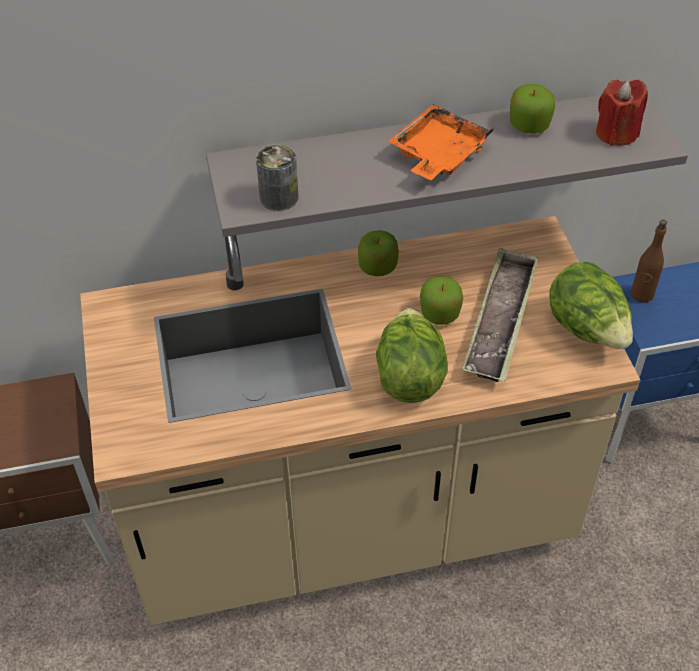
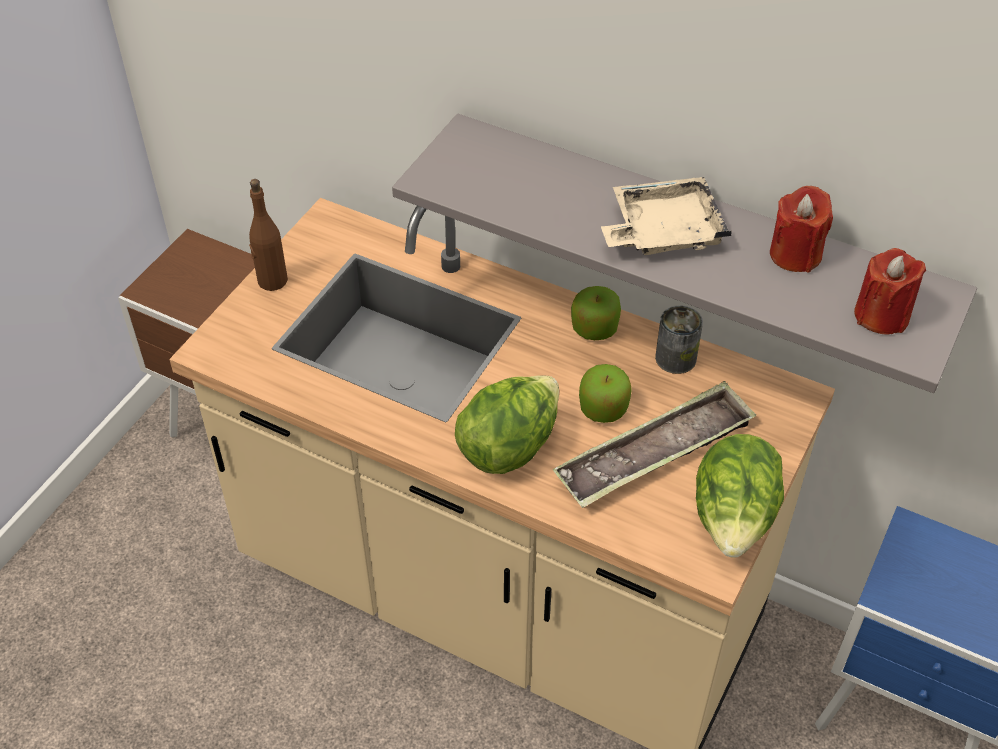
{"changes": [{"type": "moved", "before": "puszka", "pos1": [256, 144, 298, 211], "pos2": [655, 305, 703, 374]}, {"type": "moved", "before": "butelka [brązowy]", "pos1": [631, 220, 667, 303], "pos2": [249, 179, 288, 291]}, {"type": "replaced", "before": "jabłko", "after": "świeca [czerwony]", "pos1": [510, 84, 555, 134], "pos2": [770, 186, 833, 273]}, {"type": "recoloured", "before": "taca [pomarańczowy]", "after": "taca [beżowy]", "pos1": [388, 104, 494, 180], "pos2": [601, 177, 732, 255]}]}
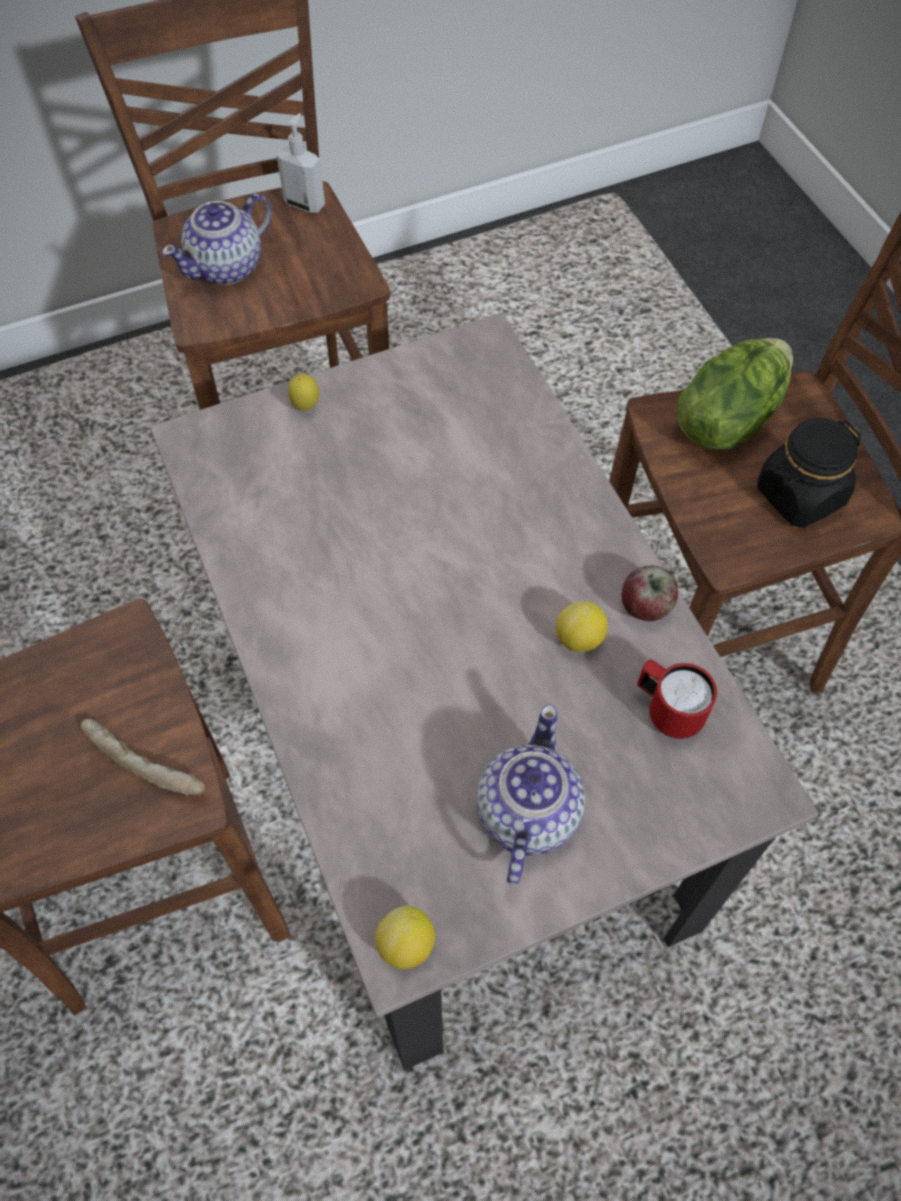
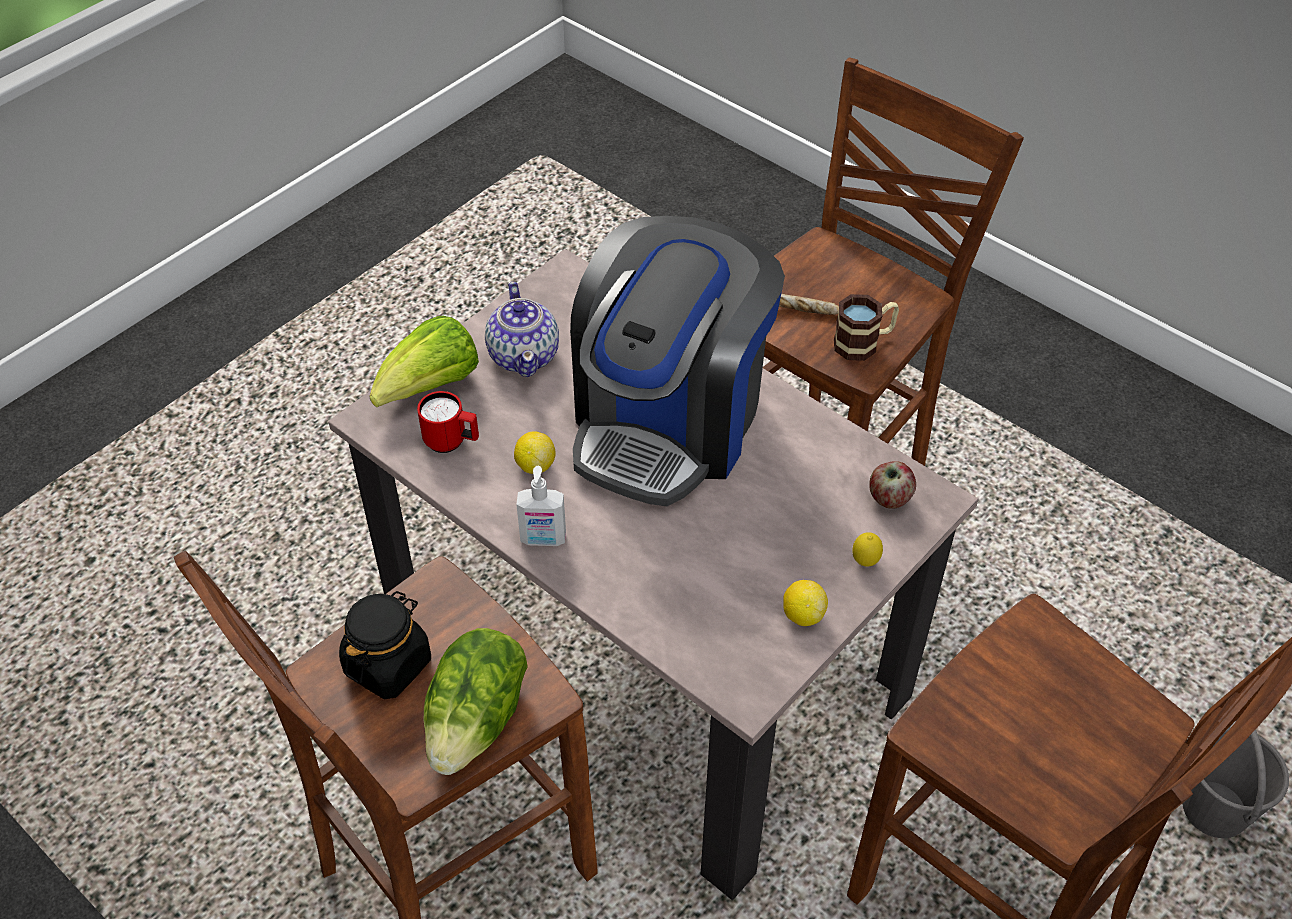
{"changes": [{"type": "removed", "before": "imbryk", "pos1": [162, 193, 272, 285]}, {"type": "added", "after": "sałata", "pos2": [370, 316, 479, 407]}, {"type": "added", "after": "ekspres do kawy", "pos2": [570, 216, 785, 506]}, {"type": "added", "after": "kubek", "pos2": [834, 294, 899, 361]}, {"type": "added", "after": "wiadro [szary]", "pos2": [1182, 719, 1289, 838]}, {"type": "moved", "before": "dozownik mydła", "pos1": [277, 113, 325, 213], "pos2": [516, 466, 566, 546]}, {"type": "moved", "before": "cytryna", "pos1": [375, 906, 435, 969], "pos2": [783, 580, 828, 626]}, {"type": "moved", "before": "jabłko", "pos1": [622, 566, 678, 621], "pos2": [869, 461, 916, 509]}]}
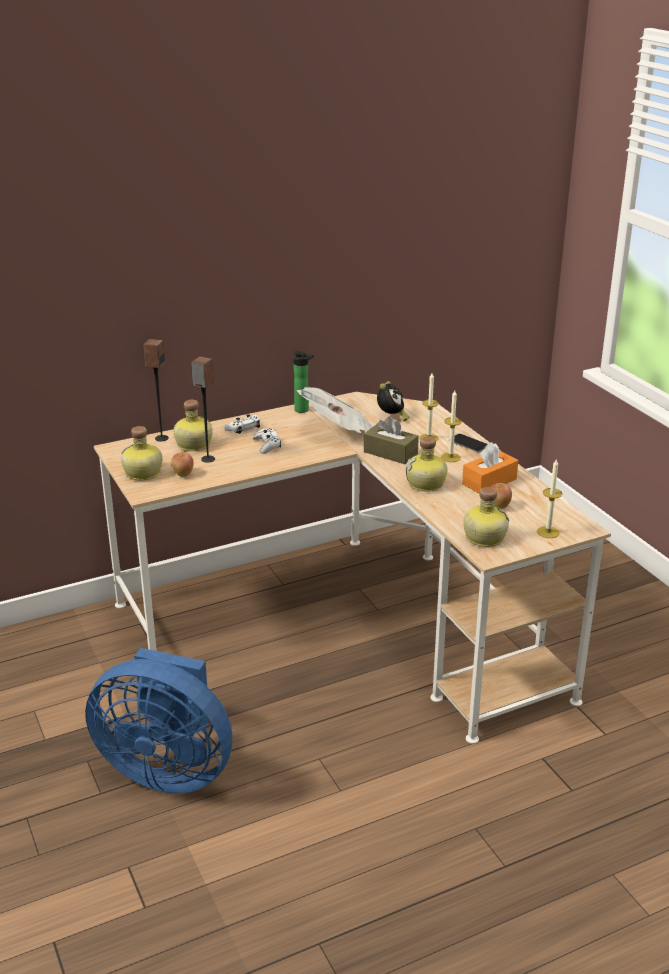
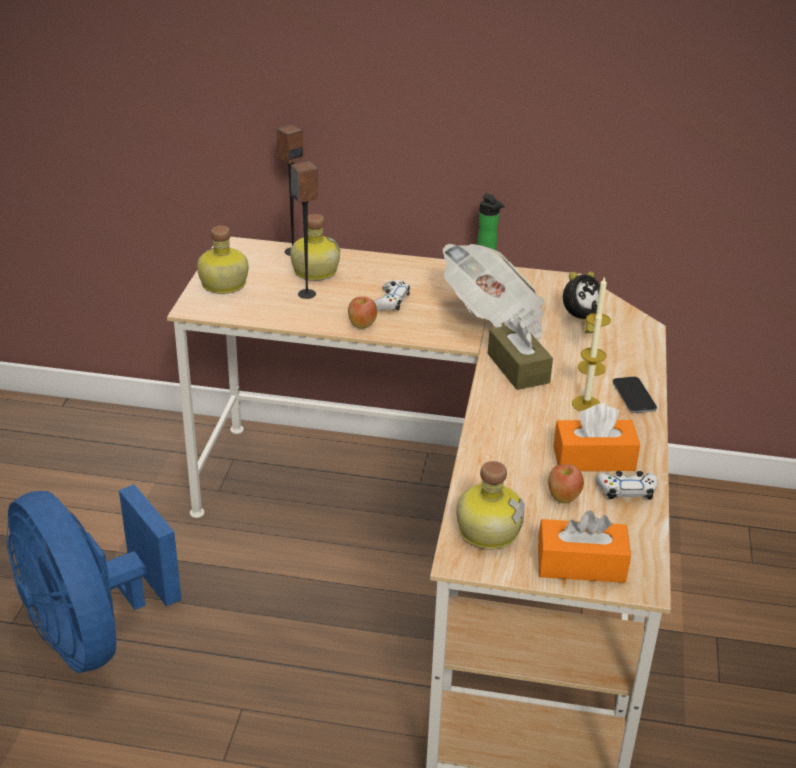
{"changes": [{"type": "removed", "before": "butelka", "pos1": [406, 436, 447, 492]}, {"type": "moved", "before": "jabłko", "pos1": [171, 452, 194, 477], "pos2": [348, 297, 377, 329]}, {"type": "moved", "before": "pad do gier [biały]", "pos1": [224, 414, 260, 434], "pos2": [595, 471, 658, 500]}, {"type": "replaced", "before": "świeca", "after": "pudełko chusteczek [pomarańczowy]", "pos1": [537, 458, 562, 538], "pos2": [538, 511, 631, 583]}]}
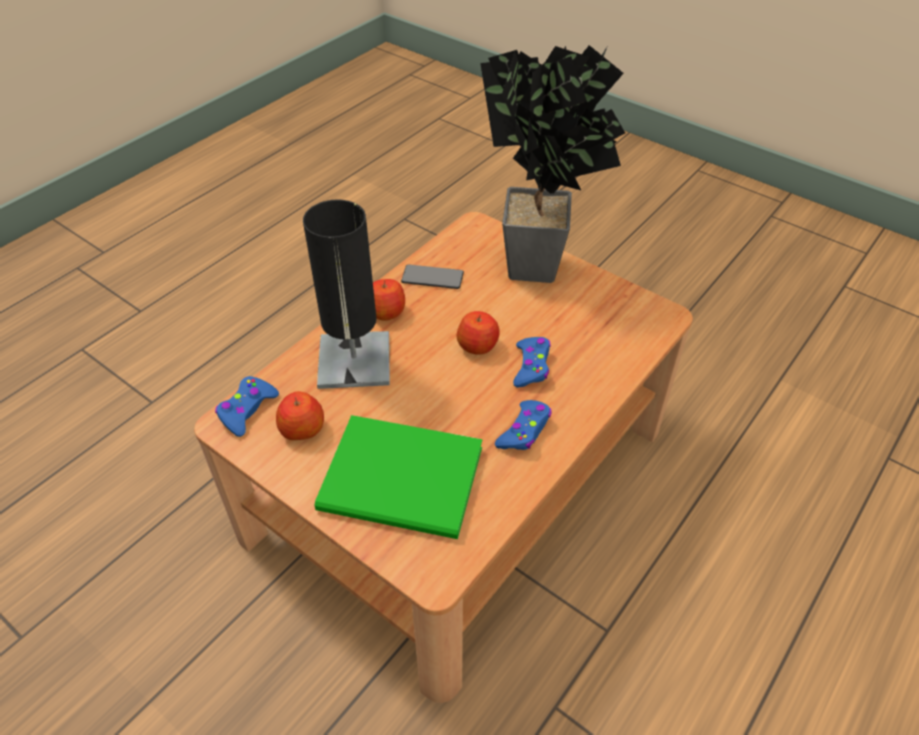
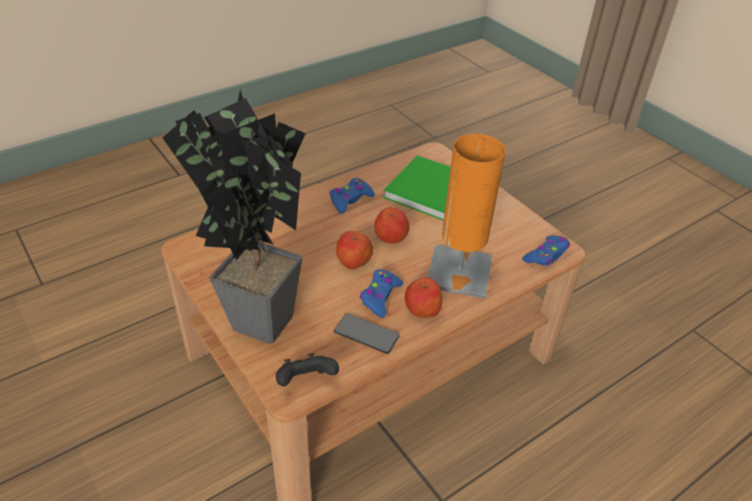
{"changes": [{"type": "added", "after": "pad do gier [czarny]", "pos2": [276, 353, 339, 386]}, {"type": "moved", "before": "jabłko", "pos1": [276, 391, 324, 440], "pos2": [374, 207, 410, 243]}, {"type": "moved", "before": "pad do gier [niebieski]", "pos1": [513, 337, 551, 387], "pos2": [360, 269, 403, 318]}, {"type": "recoloured", "before": "lampa stołowa [czarny]", "after": "lampa stołowa [pomarańczowy]", "pos1": [303, 200, 390, 389], "pos2": [427, 134, 506, 298]}]}
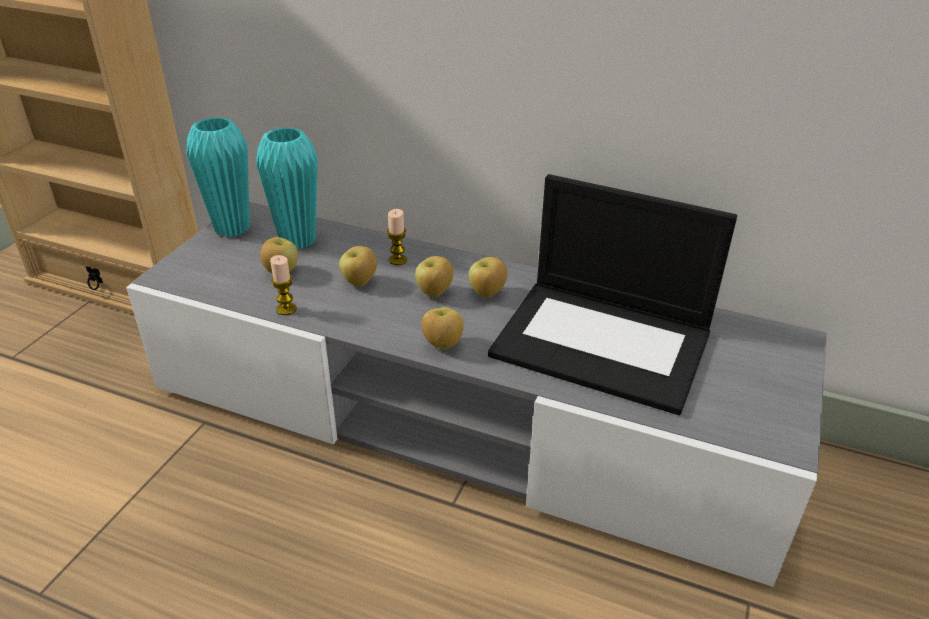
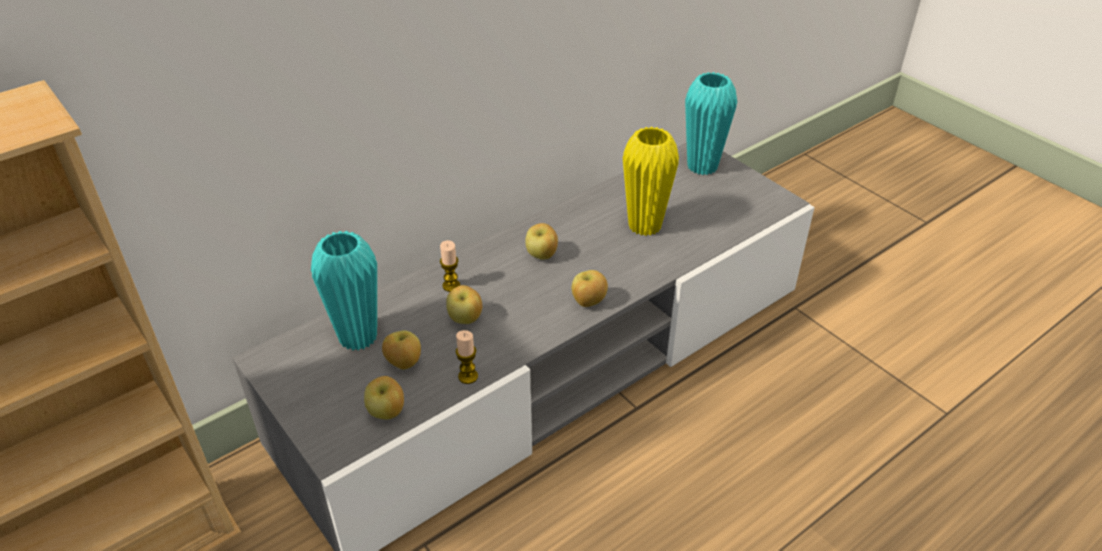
{"changes": [{"type": "moved", "before": "wazon [turkusowy]", "pos1": [187, 117, 250, 237], "pos2": [685, 72, 737, 175]}, {"type": "moved", "before": "jabłko", "pos1": [415, 256, 454, 297], "pos2": [364, 376, 404, 420]}, {"type": "replaced", "before": "laptop", "after": "wazon [żółty]", "pos1": [488, 174, 737, 415], "pos2": [623, 127, 679, 236]}]}
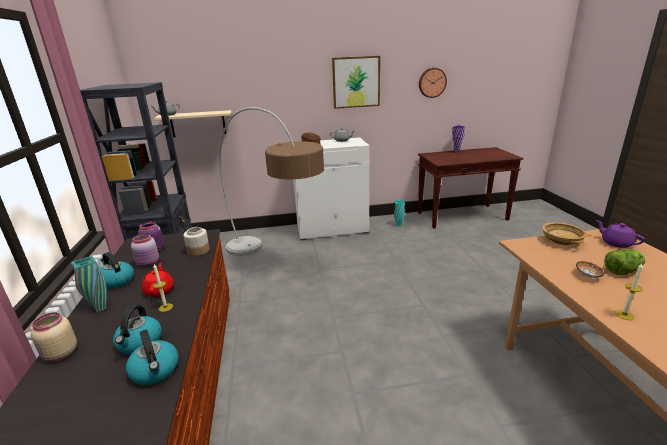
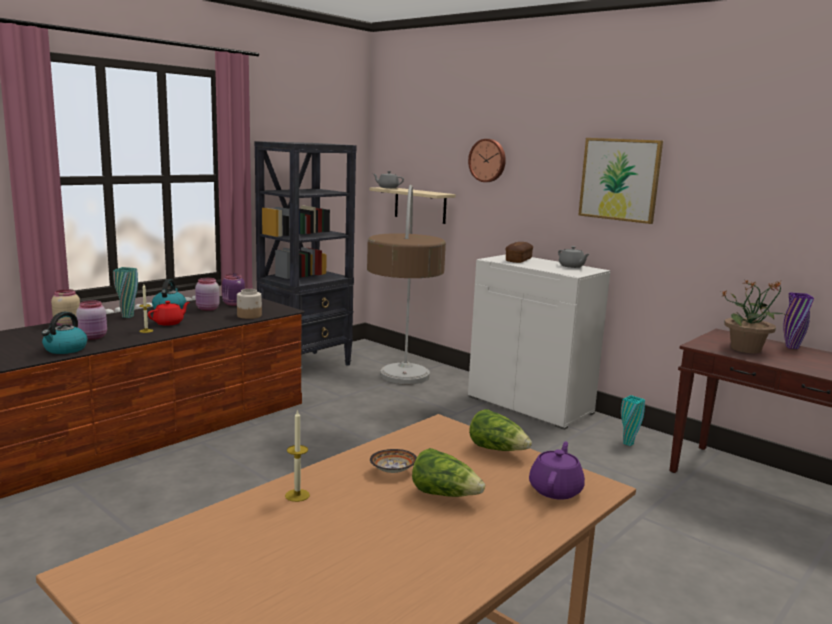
{"changes": [{"type": "added", "after": "roślina doniczkowa", "pos2": [721, 280, 787, 353]}, {"type": "moved", "before": "zegar ścienny", "pos1": [419, 68, 447, 98], "pos2": [468, 139, 506, 182]}, {"type": "replaced", "before": "czajnik", "after": "słoik [różowy]", "pos1": [113, 305, 162, 355], "pos2": [76, 300, 107, 340]}, {"type": "replaced", "before": "miska [beżowy]", "after": "sałata", "pos1": [542, 222, 586, 245], "pos2": [469, 409, 532, 451]}]}
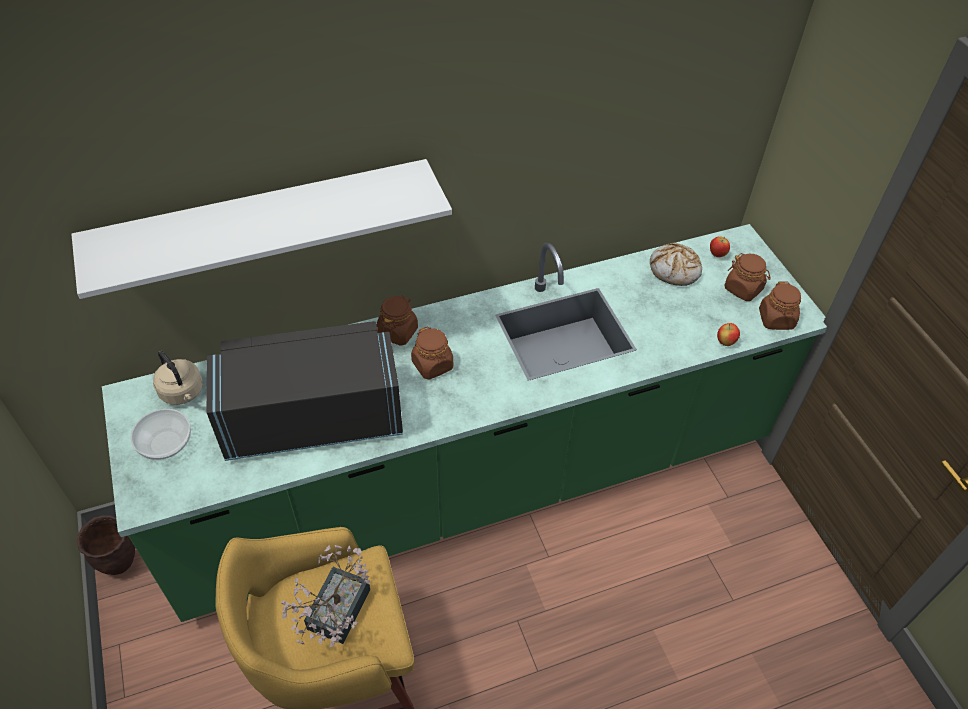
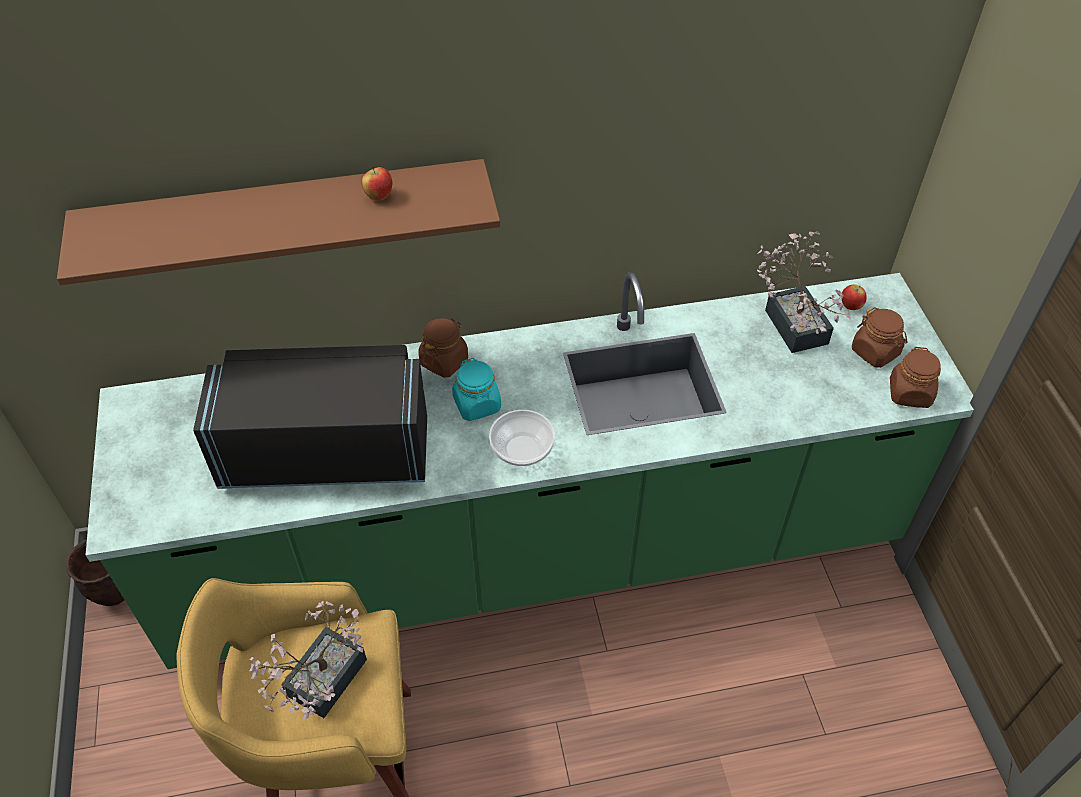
{"changes": [{"type": "removed", "before": "czajnik [beżowy]", "pos1": [153, 351, 203, 405]}, {"type": "moved", "before": "miska", "pos1": [130, 409, 191, 460], "pos2": [489, 410, 555, 466]}, {"type": "moved", "before": "jabłko", "pos1": [717, 323, 740, 346], "pos2": [362, 166, 392, 201]}, {"type": "replaced", "before": "chleb", "after": "roślina doniczkowa", "pos1": [650, 243, 702, 286], "pos2": [757, 232, 851, 353]}, {"type": "recoloured", "before": "półka [biały]", "after": "półka [brązowy]", "pos1": [71, 159, 452, 299], "pos2": [57, 159, 500, 285]}, {"type": "recoloured", "before": "słoik [brązowy]", "after": "słoik [turkusowy]", "pos1": [411, 326, 454, 379], "pos2": [452, 358, 501, 421]}]}
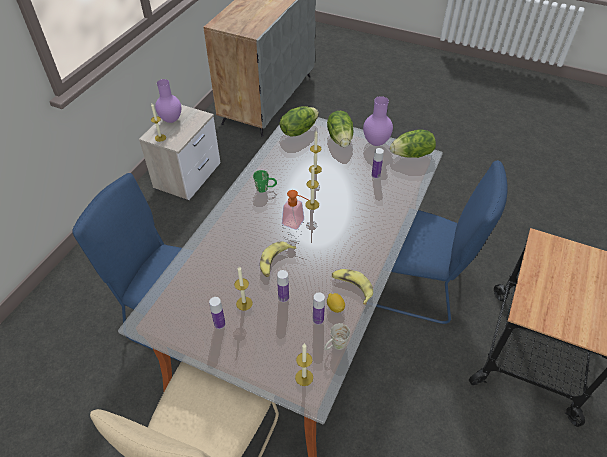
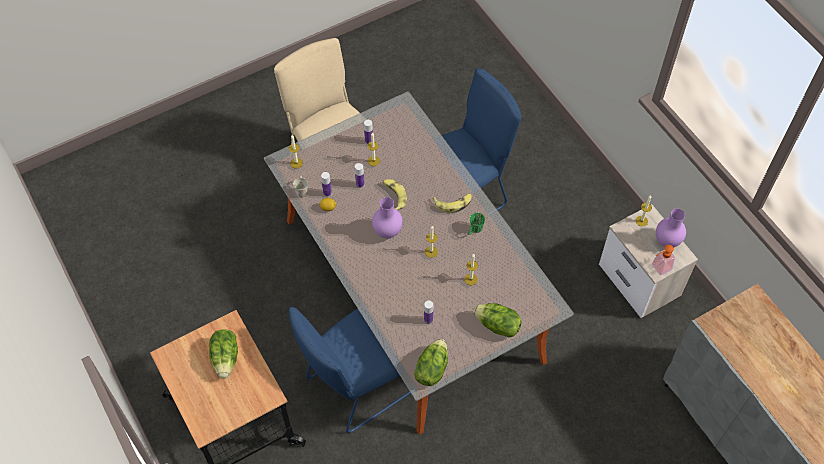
{"changes": [{"type": "moved", "before": "sałata", "pos1": [280, 106, 319, 137], "pos2": [209, 329, 238, 379]}, {"type": "moved", "before": "dozownik mydła", "pos1": [282, 190, 309, 230], "pos2": [652, 245, 675, 275]}, {"type": "moved", "before": "banan", "pos1": [332, 269, 373, 305], "pos2": [432, 193, 472, 213]}, {"type": "moved", "before": "wazon [fioletowy]", "pos1": [363, 96, 393, 146], "pos2": [372, 197, 403, 239]}]}
